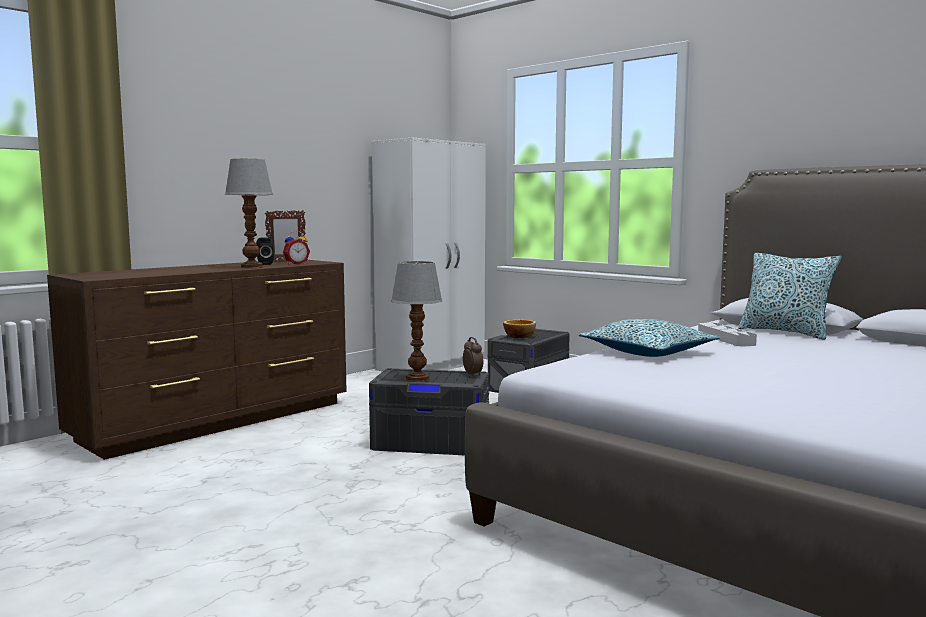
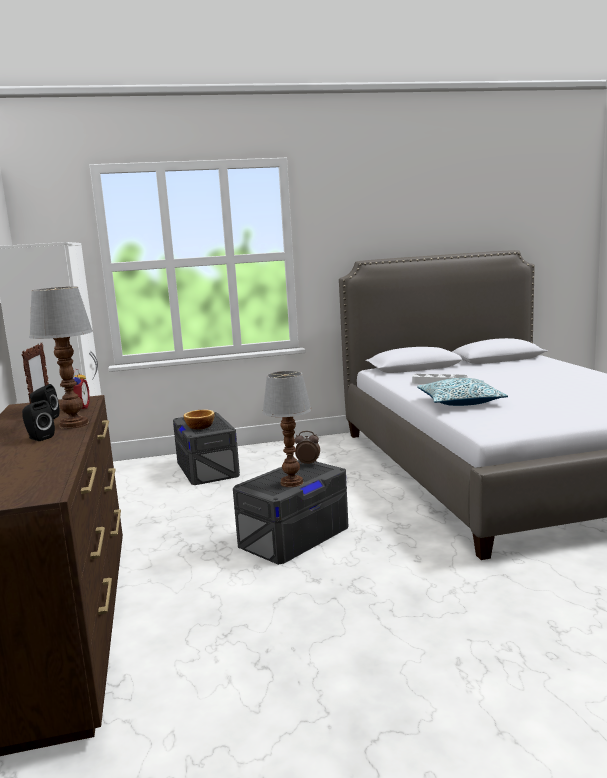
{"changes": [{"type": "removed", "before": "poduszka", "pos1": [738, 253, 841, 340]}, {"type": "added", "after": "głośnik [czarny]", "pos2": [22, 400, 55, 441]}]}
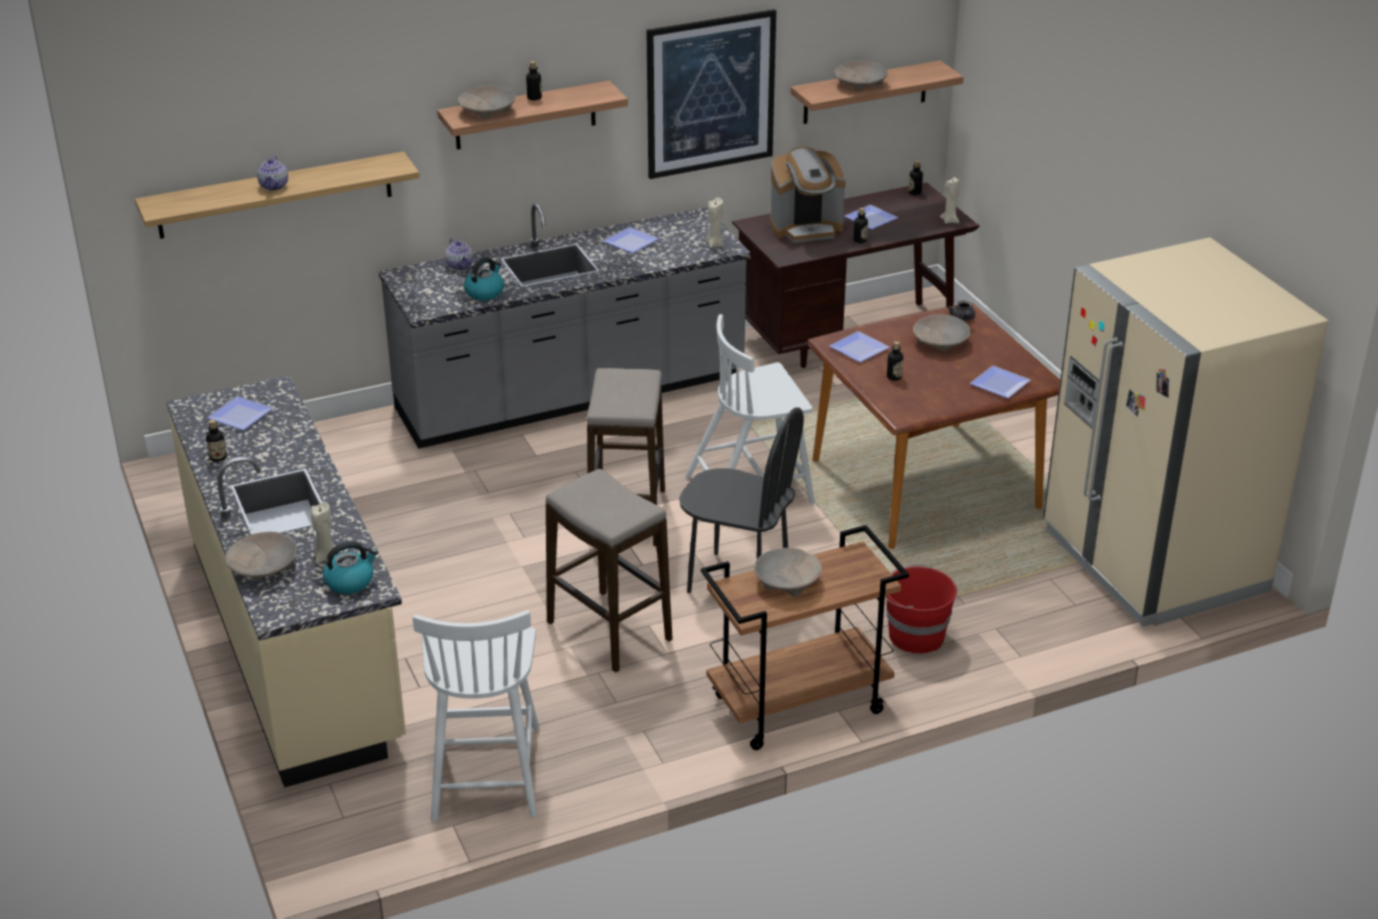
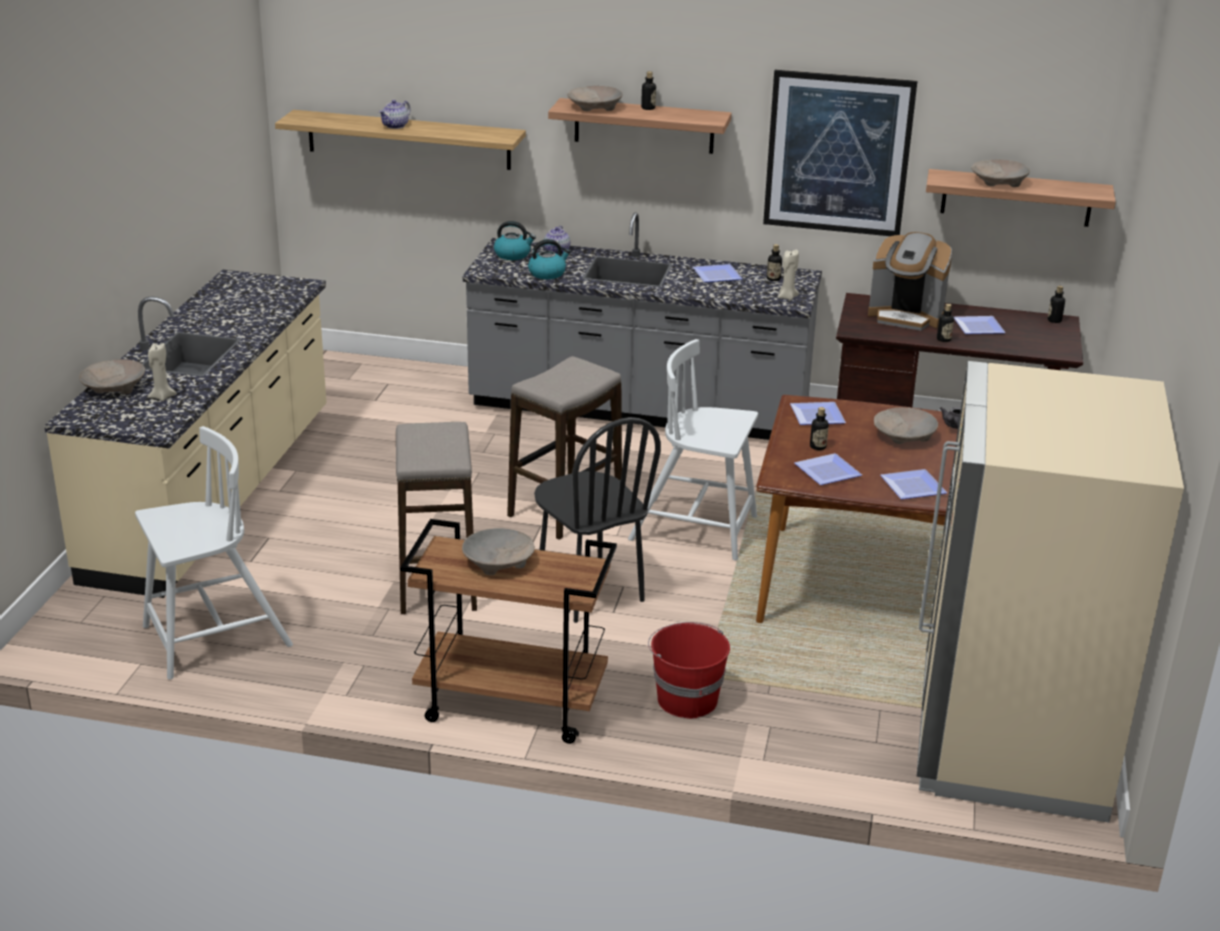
{"changes": [{"type": "removed", "before": "świeca [beżowy]", "pos1": [940, 177, 960, 224]}, {"type": "moved", "before": "butelka", "pos1": [206, 420, 227, 462], "pos2": [767, 244, 782, 281]}, {"type": "moved", "before": "talerz", "pos1": [207, 396, 273, 430], "pos2": [794, 453, 862, 485]}, {"type": "moved", "before": "czajnik", "pos1": [323, 541, 378, 594], "pos2": [494, 221, 536, 260]}, {"type": "turned", "before": "krzesło [biały]", "pos1": [413, 610, 539, 822], "pos2": [135, 426, 293, 680], "turn": -150}]}
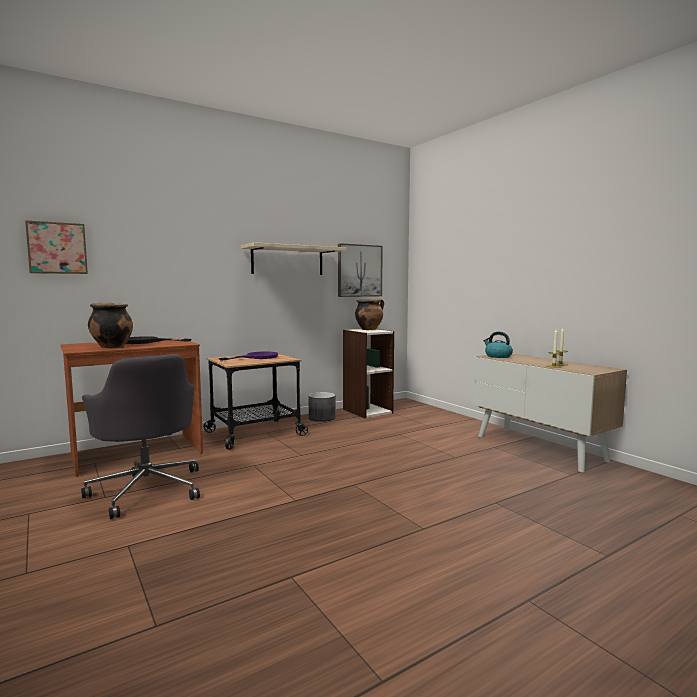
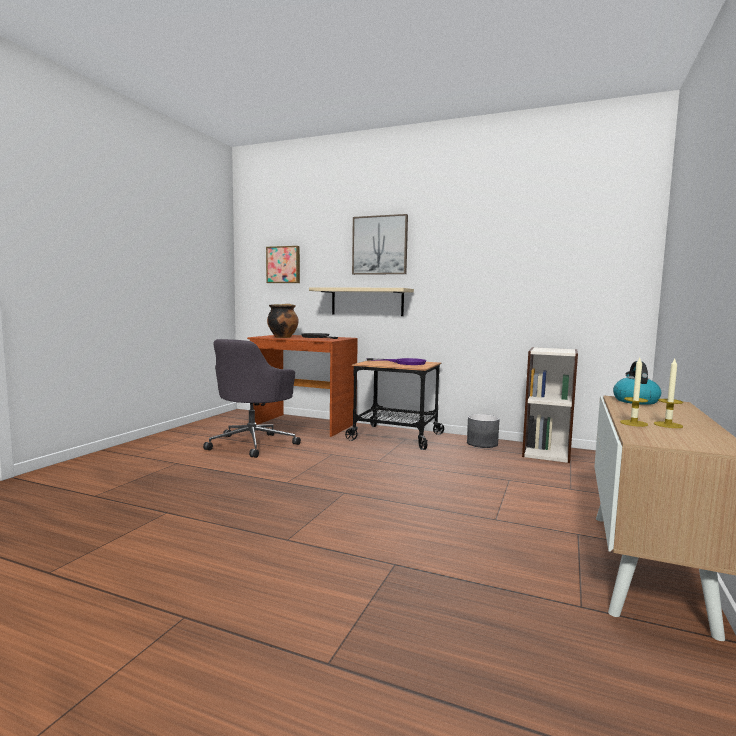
{"changes": [{"type": "removed", "before": "garnek", "pos1": [355, 299, 384, 330]}, {"type": "moved", "before": "półka [beżowy]", "pos1": [241, 242, 347, 275], "pos2": [309, 287, 414, 316]}, {"type": "moved", "before": "obraz", "pos1": [338, 243, 383, 297], "pos2": [352, 214, 408, 275]}]}
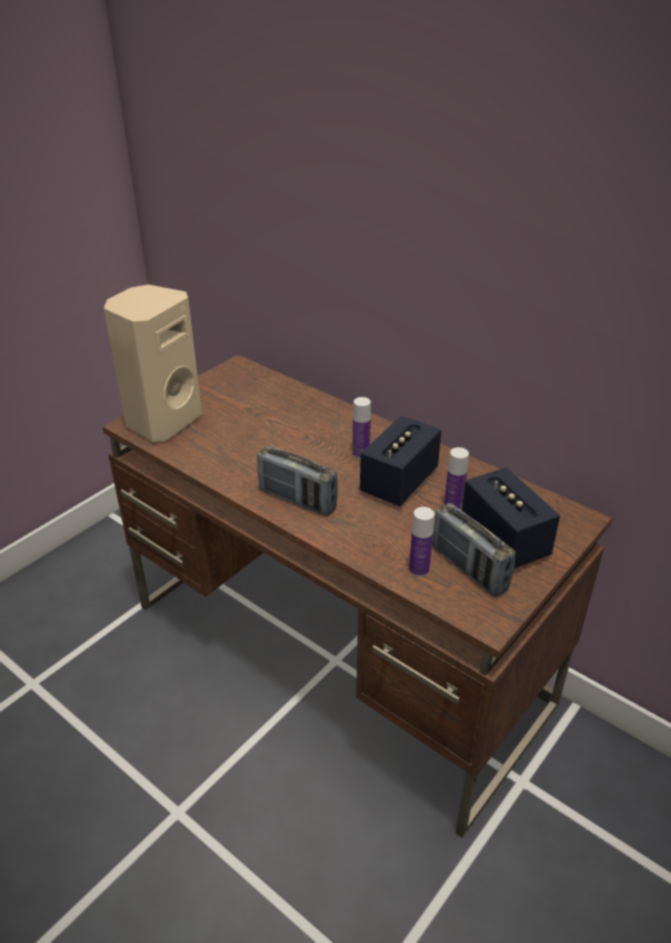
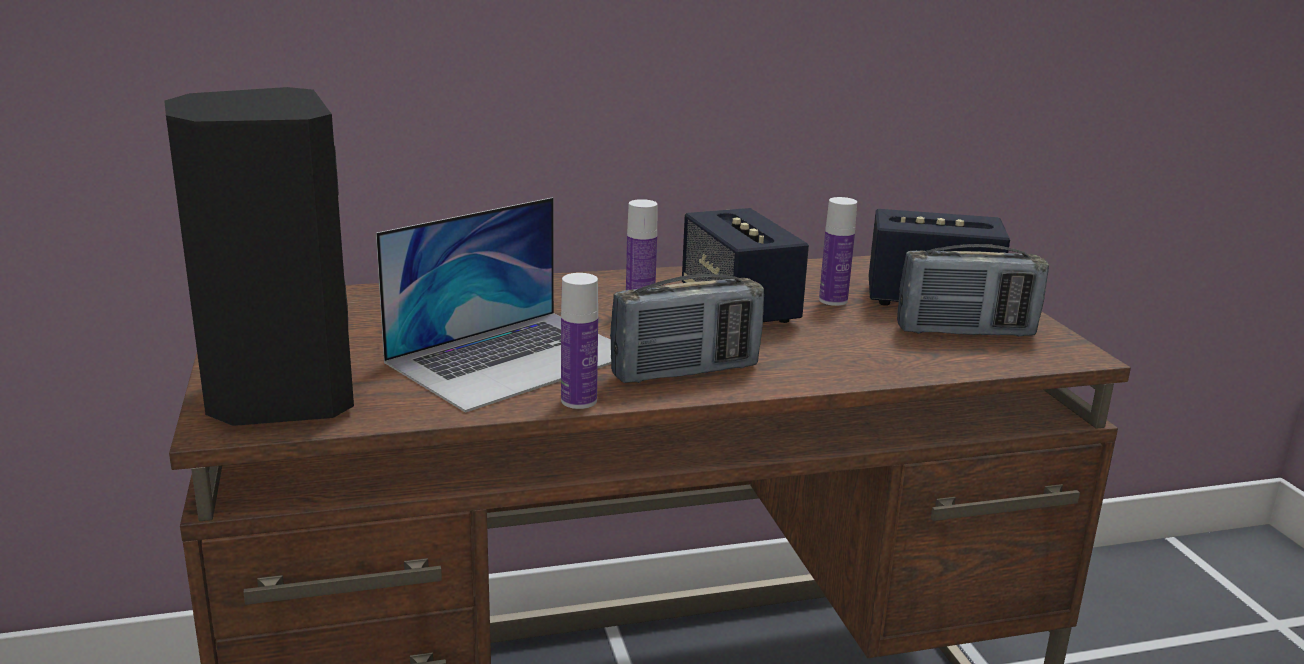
{"changes": [{"type": "added", "after": "laptop", "pos2": [376, 197, 611, 413]}, {"type": "moved", "before": "butelka", "pos1": [409, 507, 434, 577], "pos2": [561, 273, 598, 409]}, {"type": "recoloured", "before": "głośnik [beżowy]", "after": "głośnik [czarny]", "pos1": [104, 285, 202, 442], "pos2": [164, 87, 354, 426]}]}
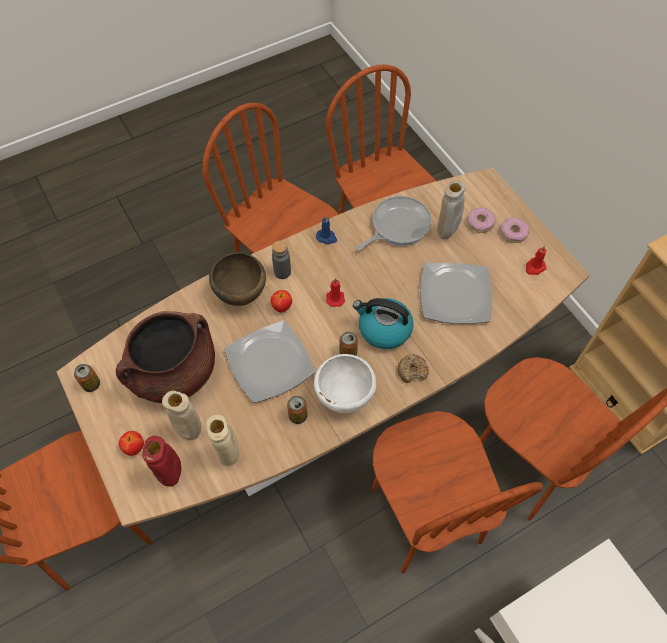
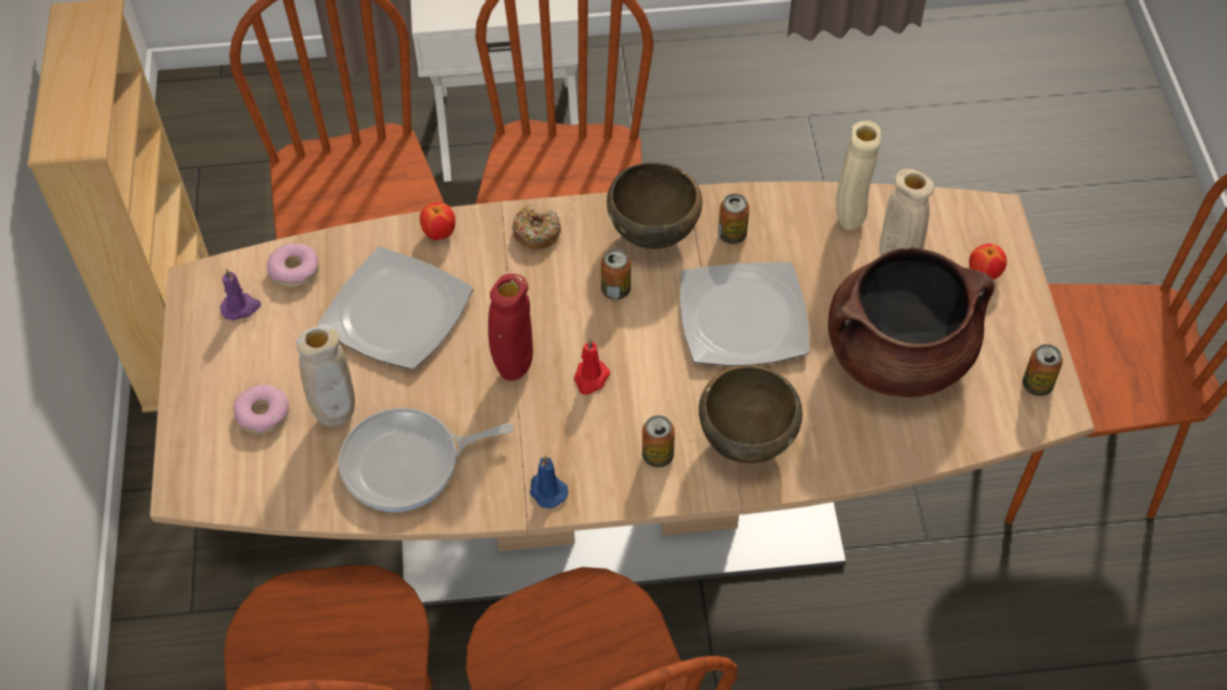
{"changes": [{"type": "removed", "before": "czajnik", "pos1": [353, 298, 414, 349]}, {"type": "moved", "before": "wazon [czerwony]", "pos1": [142, 436, 181, 487], "pos2": [488, 274, 533, 381]}, {"type": "moved", "before": "jabłko", "pos1": [271, 290, 292, 313], "pos2": [420, 202, 455, 240]}, {"type": "moved", "before": "donut", "pos1": [500, 217, 530, 243], "pos2": [267, 243, 319, 288]}, {"type": "replaced", "before": "butelka [szary]", "after": "puszka", "pos1": [272, 241, 291, 279], "pos2": [642, 415, 675, 468]}, {"type": "recoloured", "before": "miska [biały]", "after": "miska [brązowy]", "pos1": [314, 354, 376, 413], "pos2": [607, 162, 703, 249]}, {"type": "recoloured", "before": "świeca [czerwony]", "after": "świeca [fioletowy]", "pos1": [526, 246, 546, 275], "pos2": [220, 268, 261, 321]}]}
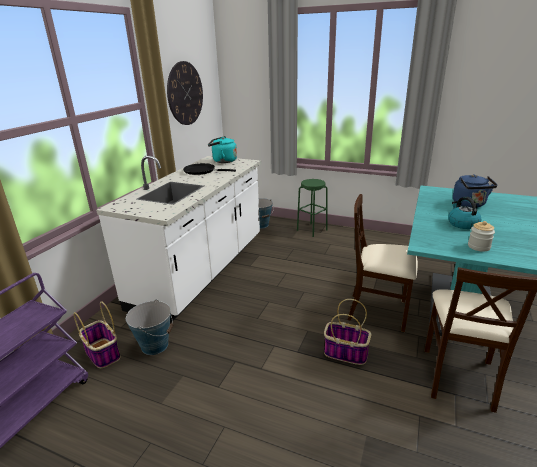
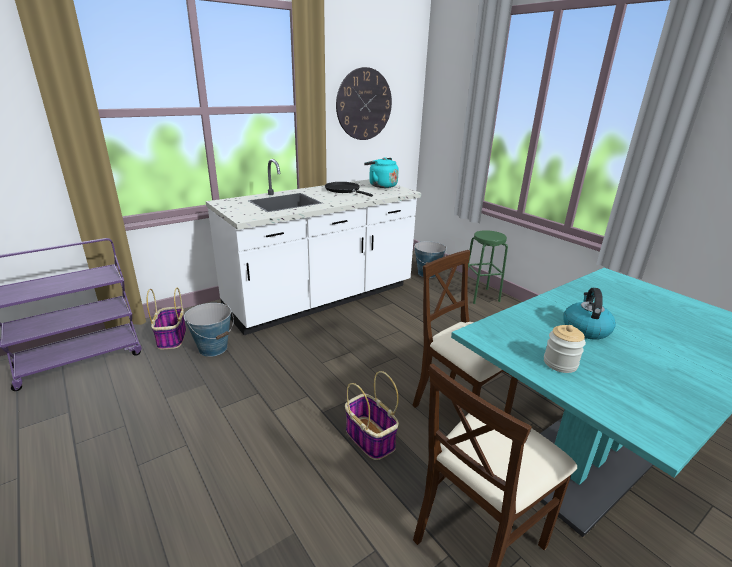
{"changes": [{"type": "removed", "before": "czajnik [niebieski]", "pos1": [453, 174, 498, 208]}]}
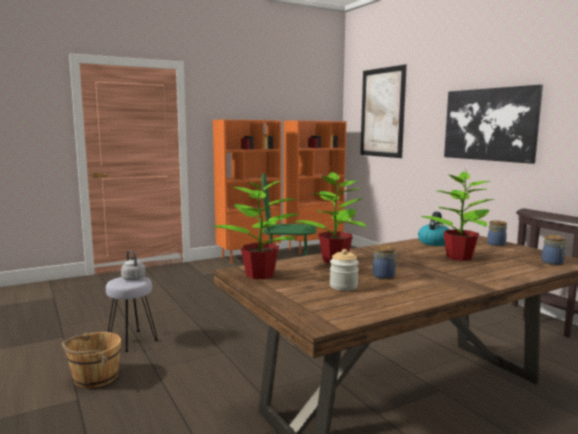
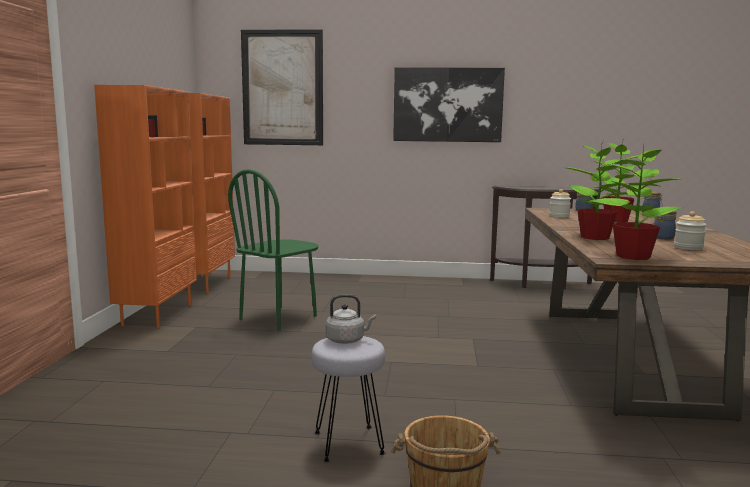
{"changes": [{"type": "replaced", "before": "czajnik", "after": "słoik", "pos1": [418, 212, 450, 246], "pos2": [549, 189, 571, 217]}]}
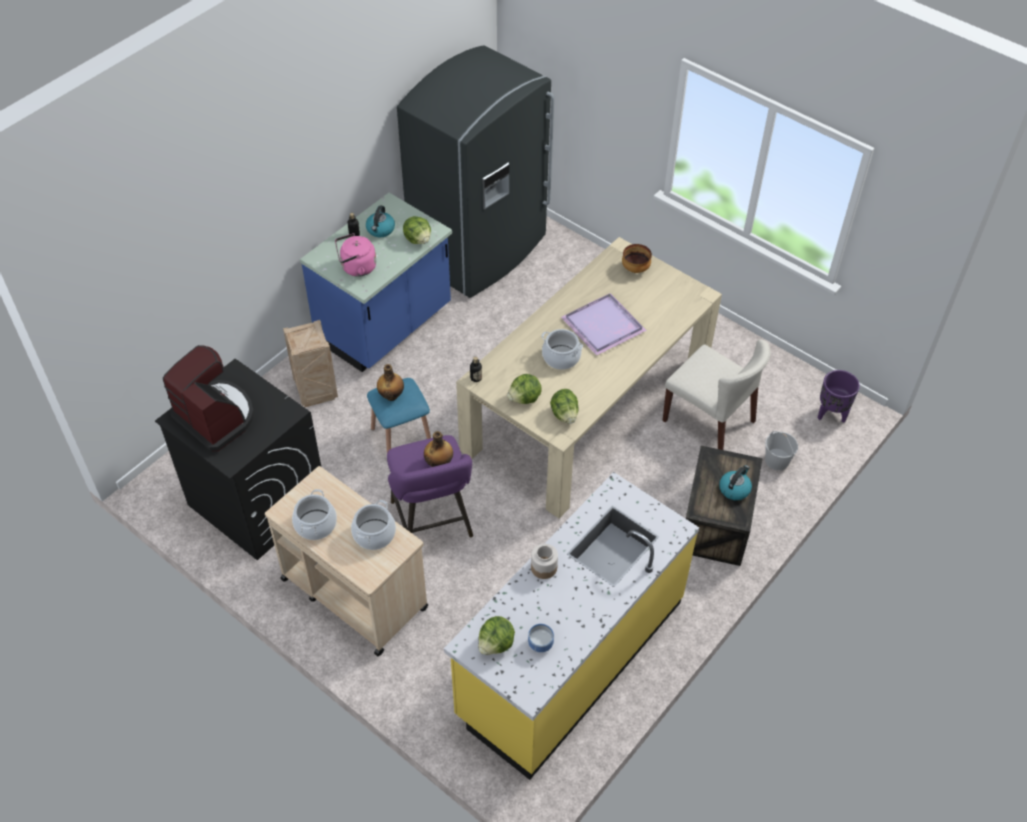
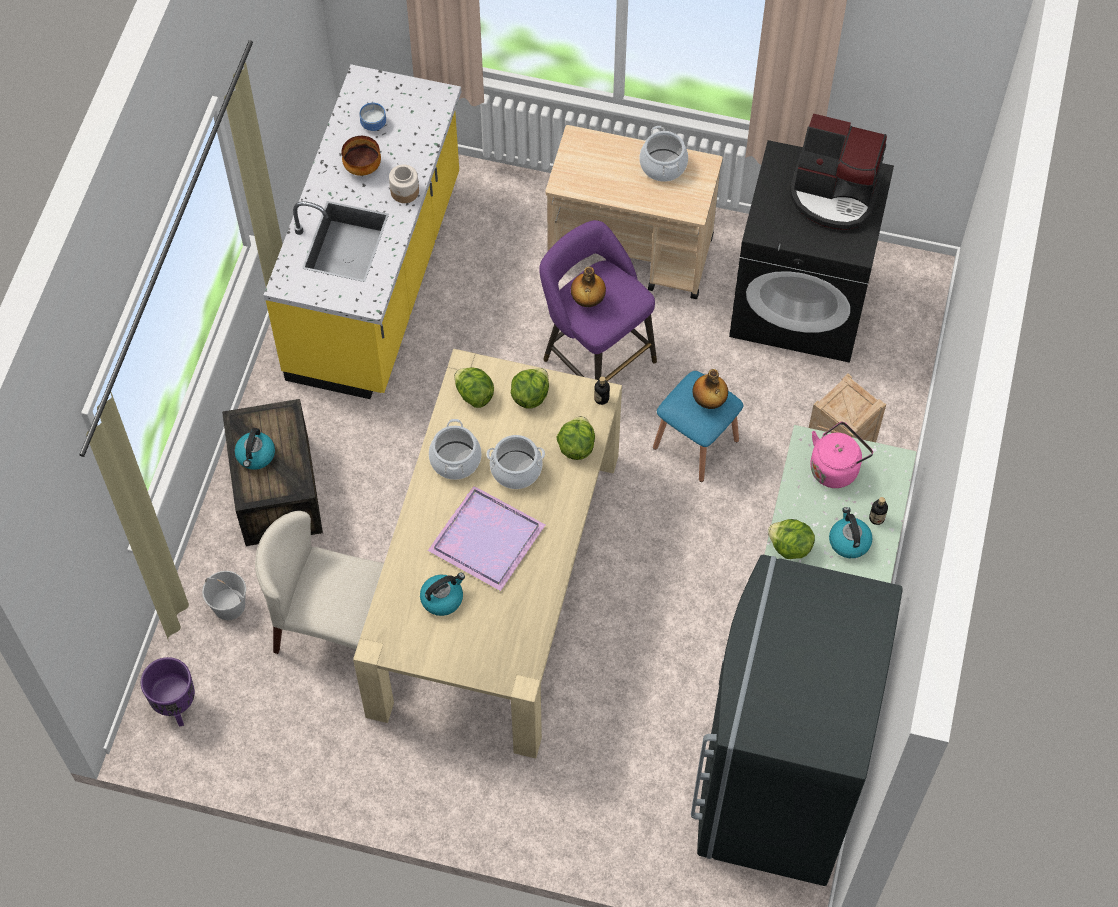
{"changes": [{"type": "added", "after": "czajnik", "pos2": [420, 573, 465, 616]}, {"type": "moved", "before": "garnek", "pos1": [351, 500, 396, 550], "pos2": [429, 419, 481, 480]}, {"type": "moved", "before": "sałata", "pos1": [478, 616, 515, 655], "pos2": [557, 416, 595, 460]}, {"type": "moved", "before": "miska", "pos1": [622, 244, 652, 273], "pos2": [341, 136, 381, 176]}]}
